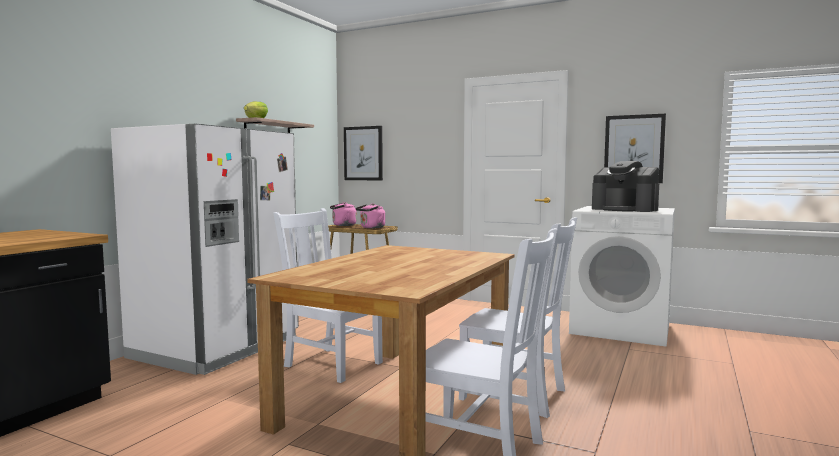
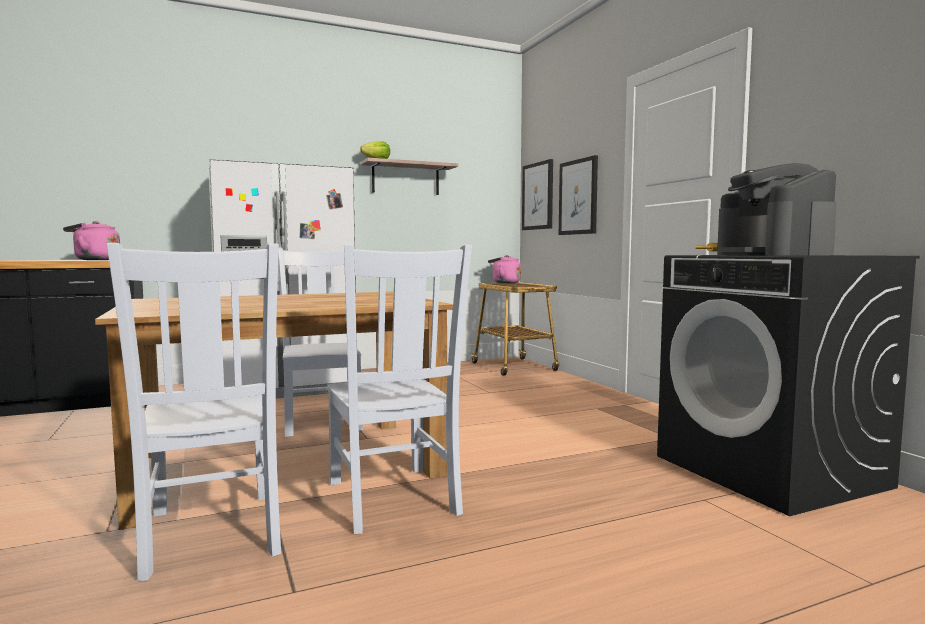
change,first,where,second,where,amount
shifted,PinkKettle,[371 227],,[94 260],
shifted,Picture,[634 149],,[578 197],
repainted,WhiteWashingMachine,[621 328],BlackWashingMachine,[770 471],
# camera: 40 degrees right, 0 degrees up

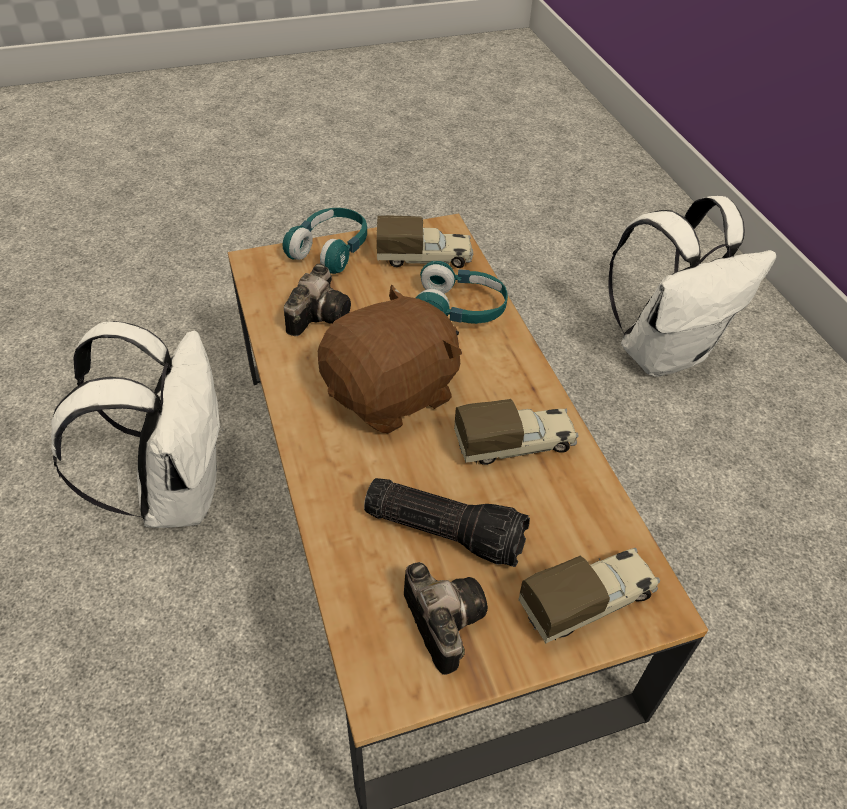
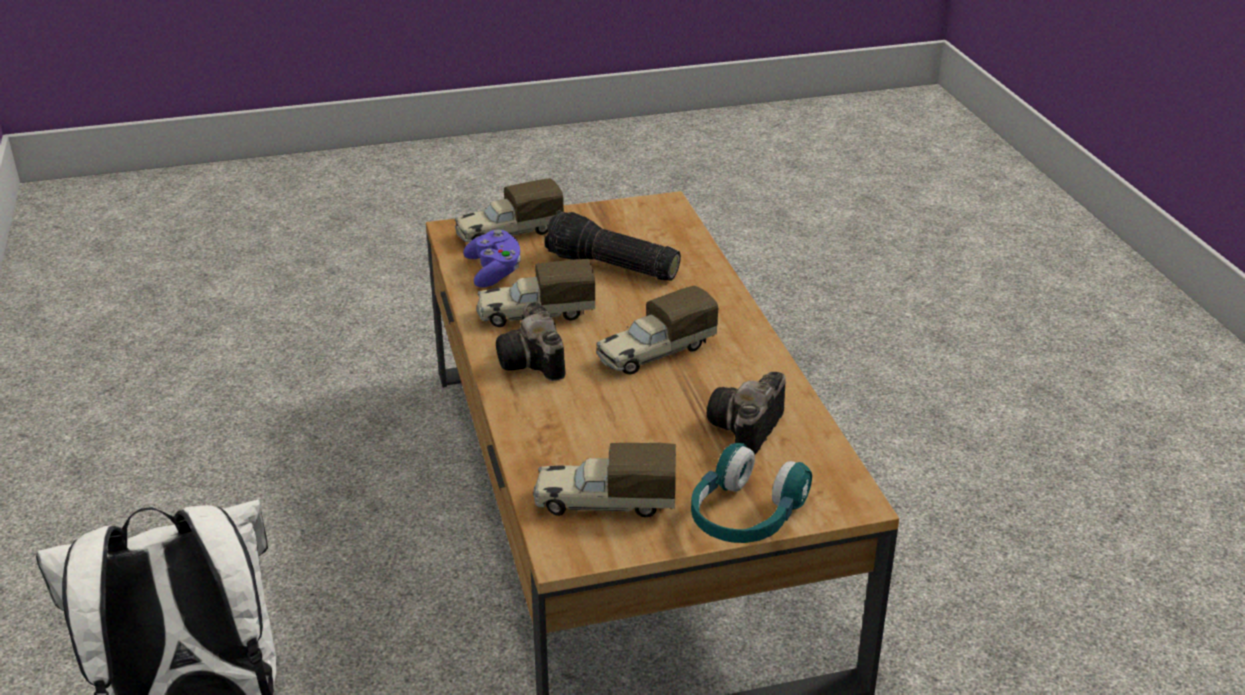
change,first,where,second,where,amount
new,,,PurpleGameController,[494 272],
shifted,PhotoCamera,[441 619],,[534 363],
swapped,BrownPlushToy,[392 394],ToyTruck,[654 353],
gone,WhiteBackpack,[177 490],,,
gone,TurquoiseHeadphones,[460 309],,,
# camera: 175 degrees left, 15 degrees down

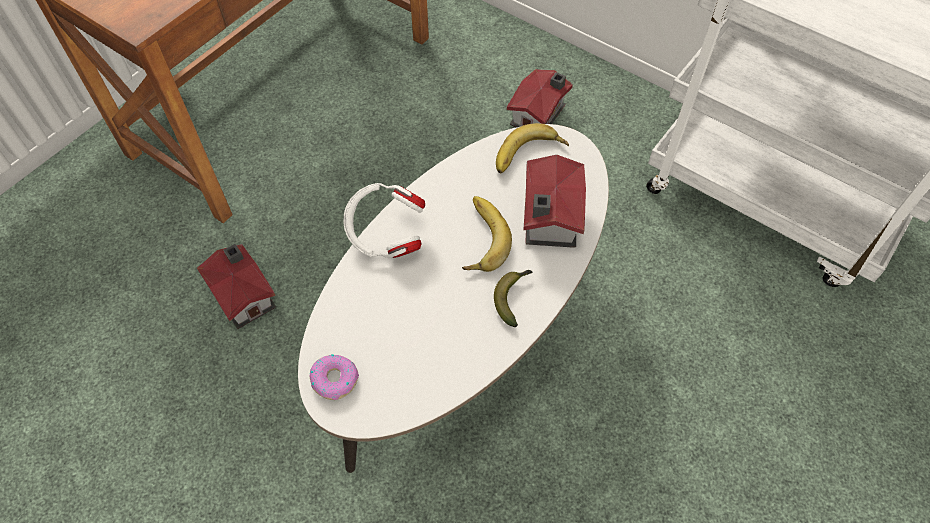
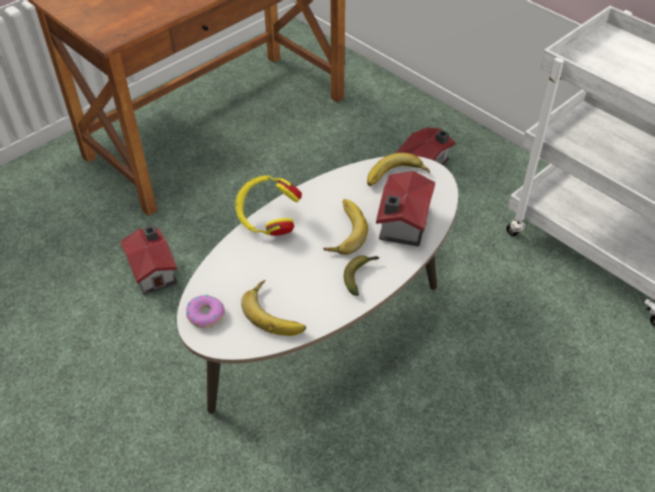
change,first,where,second,where,amount
repainted,WhiteHeadphones,[386 237],YellowHeadphones,[268 221],
new,,,Banana,[276 312],
# camera: 10 degrees right, 10 degrees down

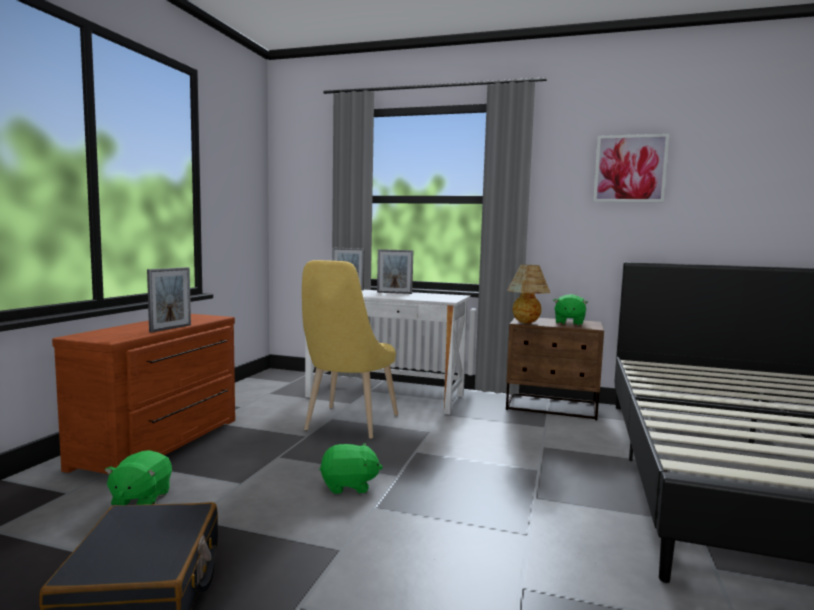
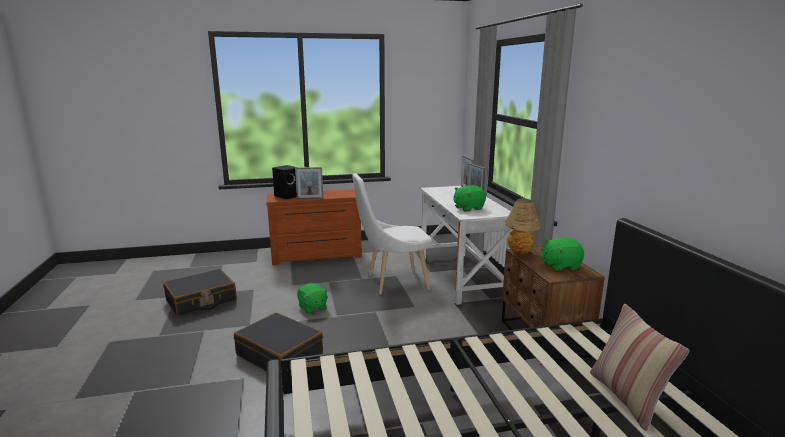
change,first,where,second,where,amount
new,,,BlackSuitcase,[280 354],
new,,,BlackSpeaker,[288 196],
repainted,YellowChair,[348 425],WhiteChair,[393 282],
shifted,GreenPlushToy,[140 498],,[468 208],
new,,,Pillow,[627 398],
gone,Picture,[630 169],,,
# camera: 60 degrees right, 10 degrees up

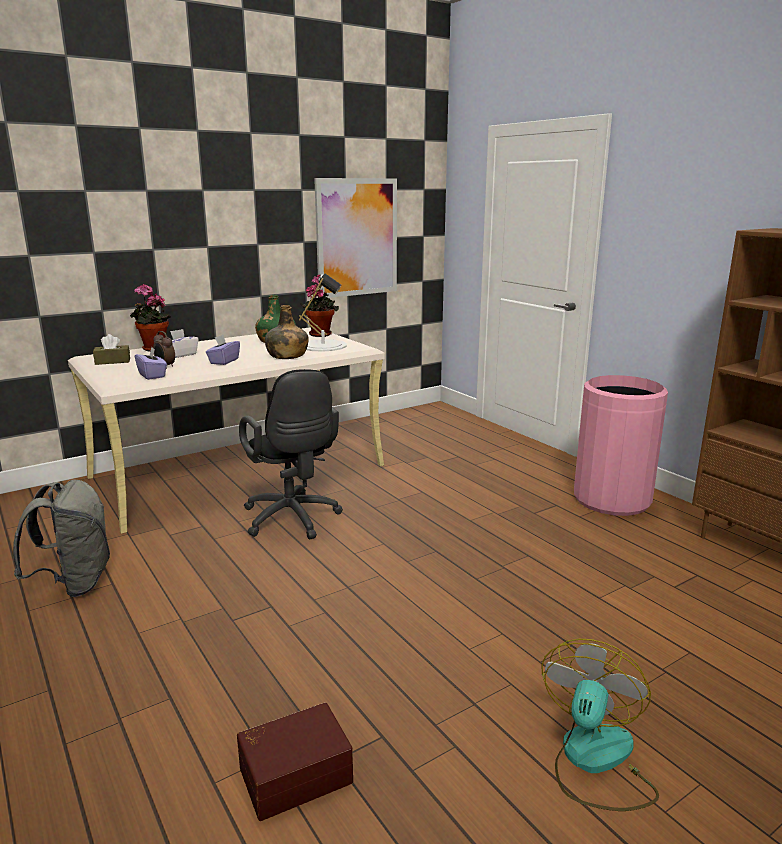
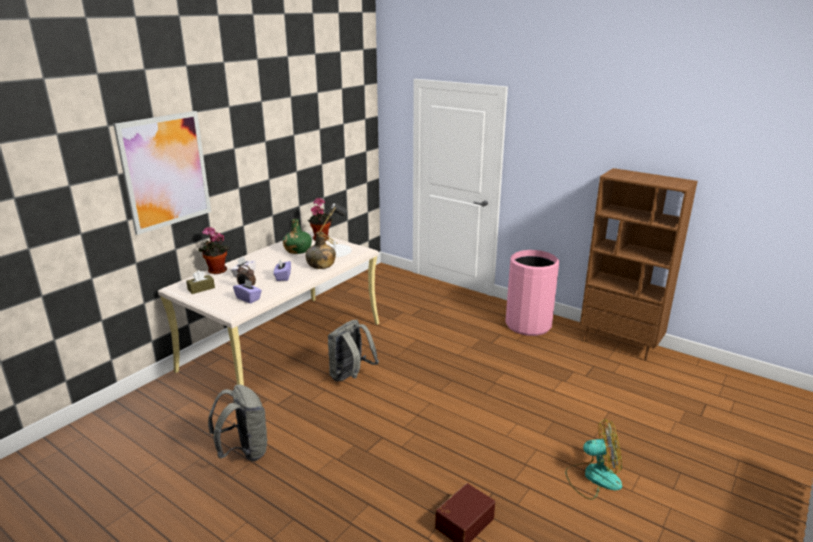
change,first,where,second,where,amount
shifted,Picture,[357 237],,[165 171],
swapped,BlackOfficeChair,[293 520],GreyBackpack,[350 376],
rotated,Fan,[594 761],,[593 477],90 degrees clockwise
# camera: 20 degrees left, 5 degrees up

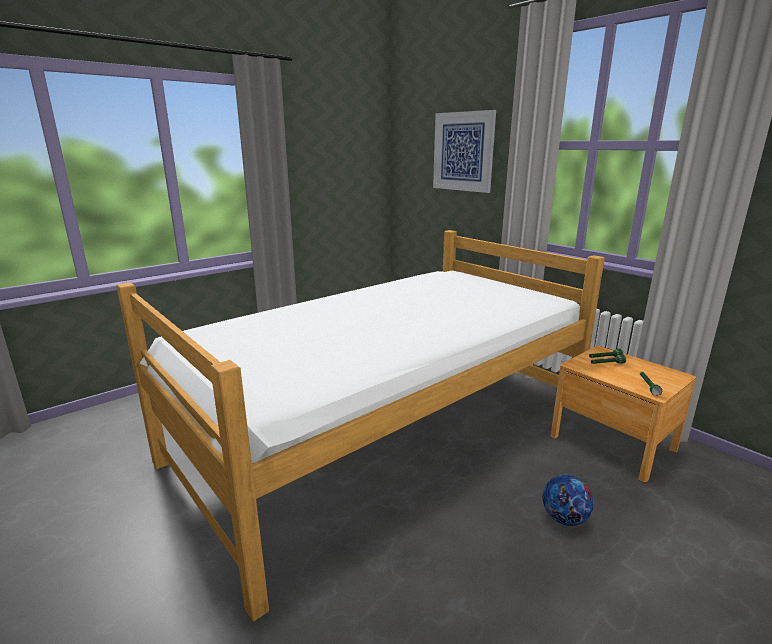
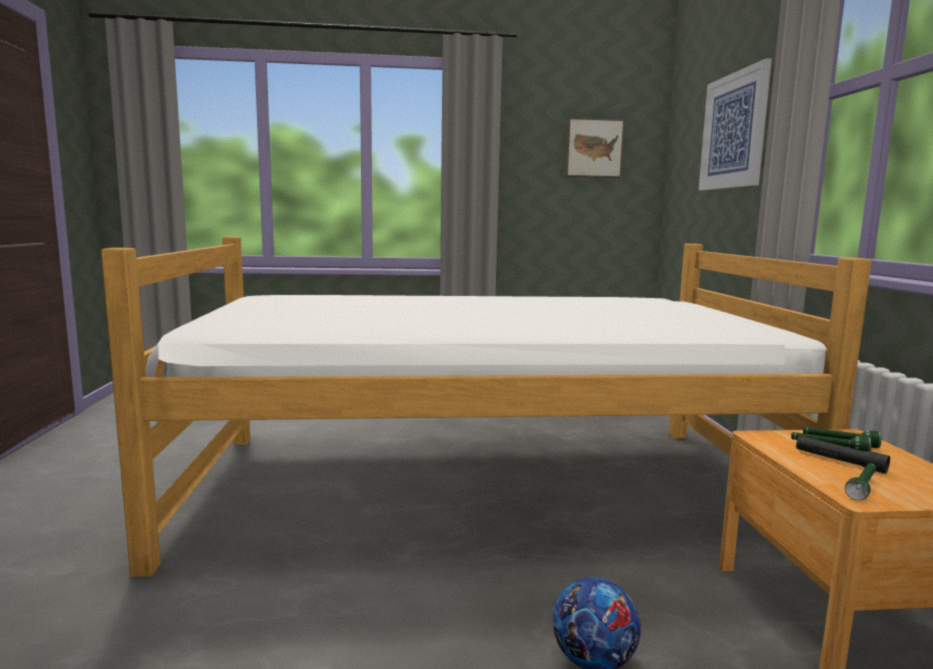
change,first,where,second,where,amount
new,,,Picture,[593 148],
new,,,BlackFlashlight,[839 461],
# camera: 35 degrees right, 10 degrees down

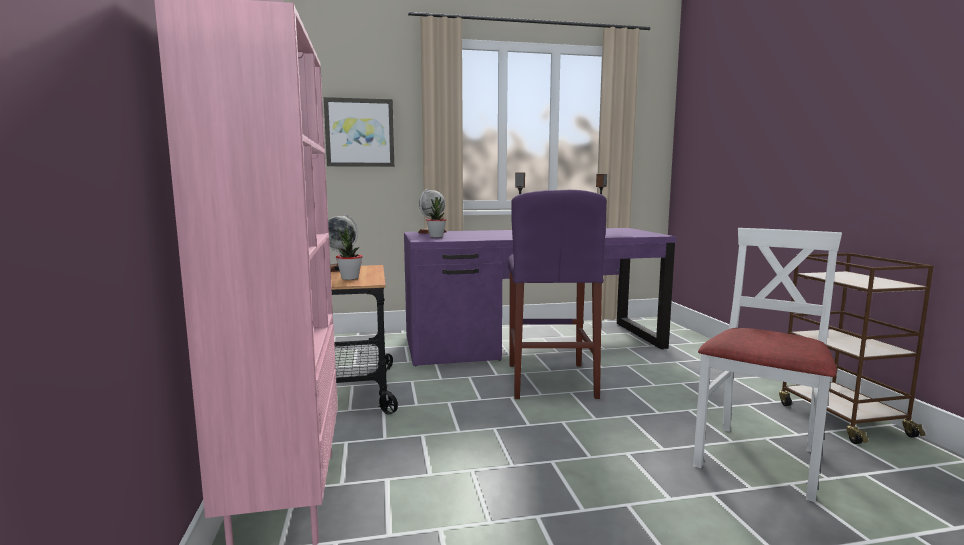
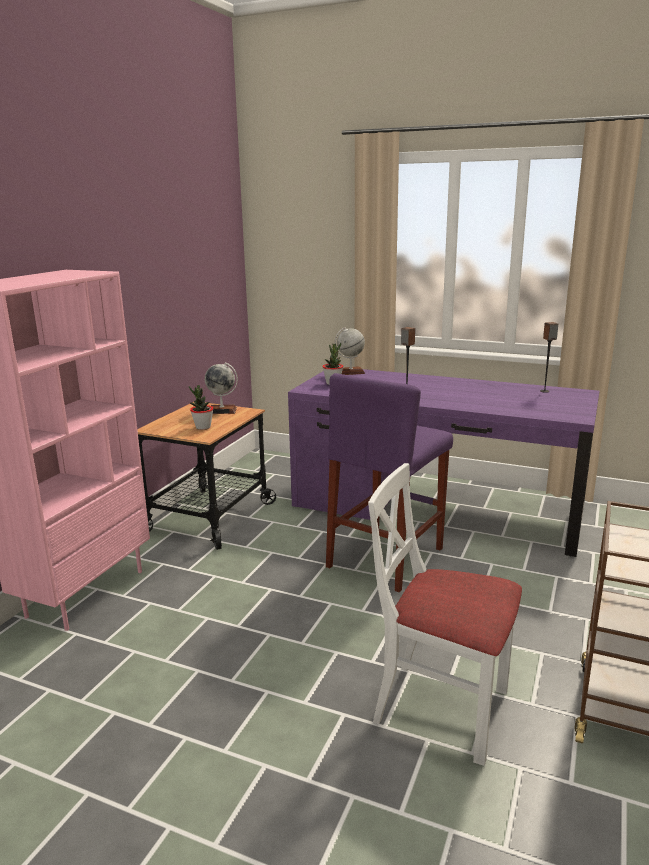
change,first,where,second,where,amount
rotated,WhiteChair,[759 459],,[441 708],135 degrees counterclockwise
gone,Picture,[359 133],,,
# camera: 35 degrees right, 10 degrees up

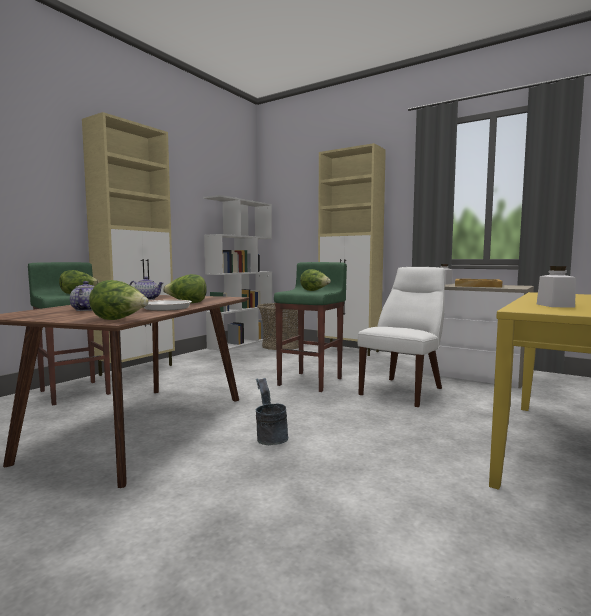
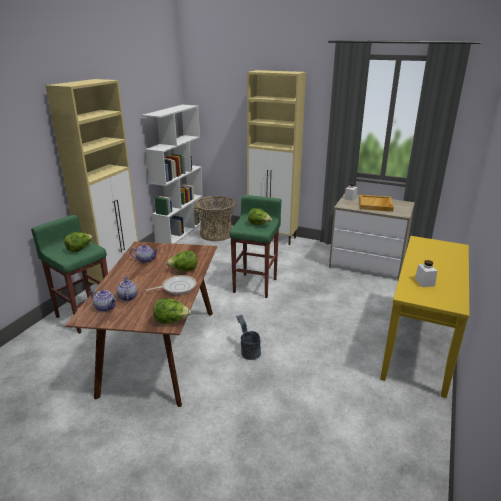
change,first,where,second,where,amount
new,,,Teapot,[105 307],
gone,WhiteChair,[404 390],,,
# camera: 10 degrees left, 20 degrees up

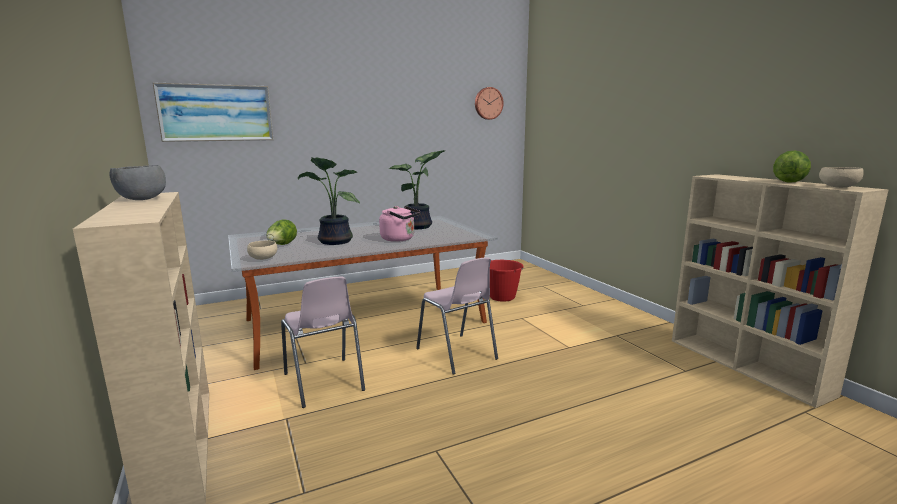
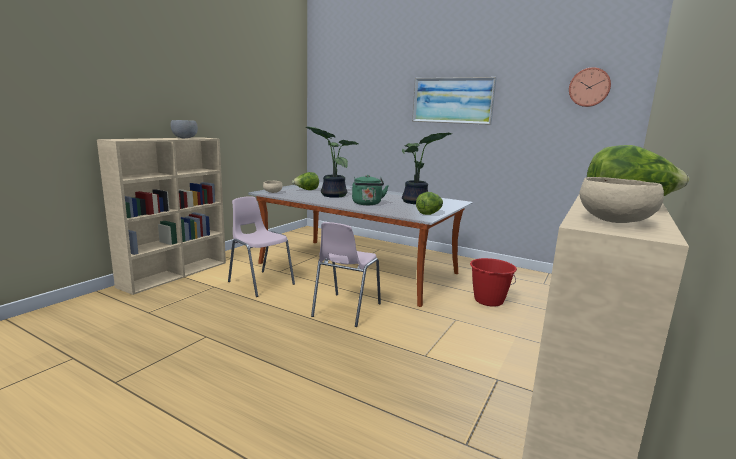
change,first,where,second,where,amount
rotated,PinkChair,[324 382],,[260 283],105 degrees clockwise
repainted,PinkKettle,[400 239],GreenKettle,[367 204],
shifted,Picture,[216 113],,[452 100],
new,,,Lettuce,[429 213],
# camera: 55 degrees right, 0 degrees up

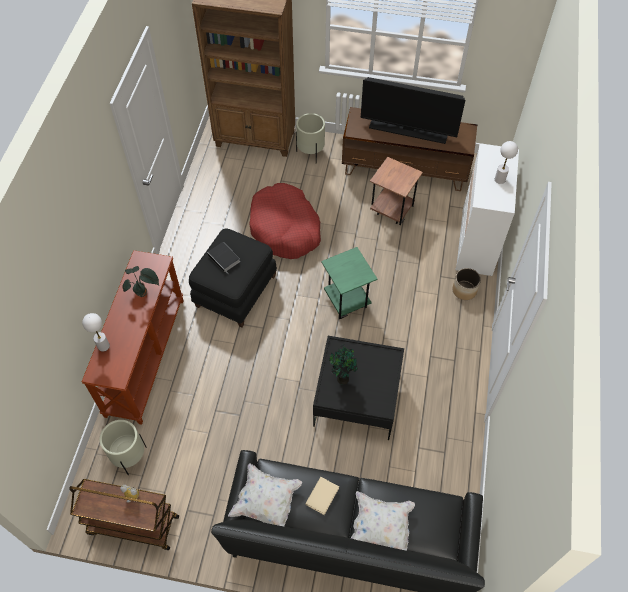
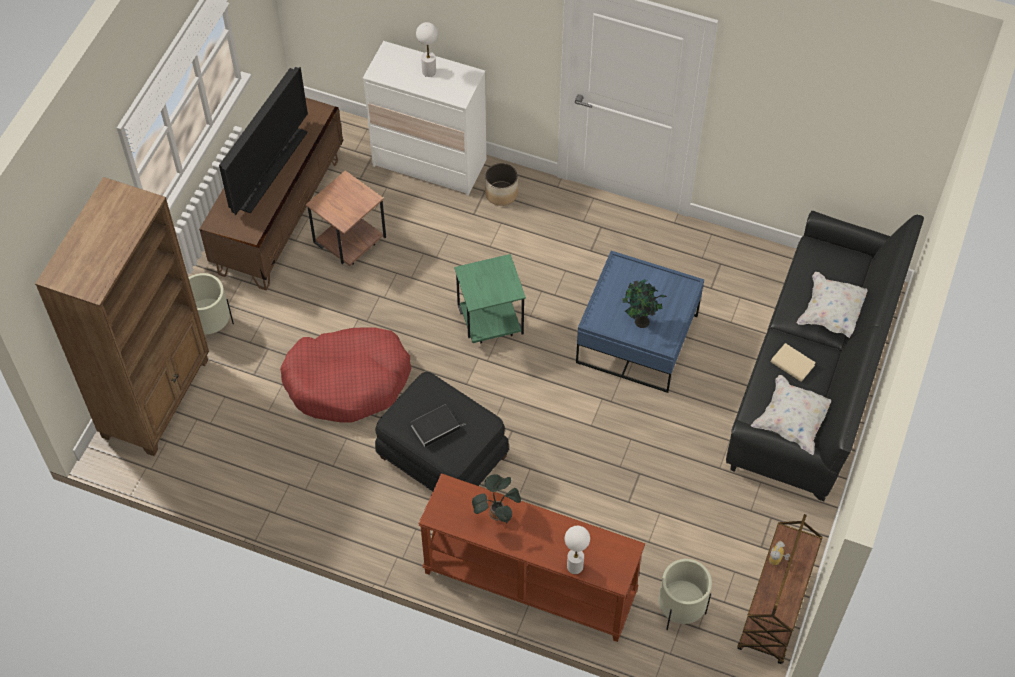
change,first,where,second,where,amount
repainted,BlackCoffeeTable,[357 399],BlueCoffeeTable,[637 339],
# camera: 80 degrees left, 0 degrees up

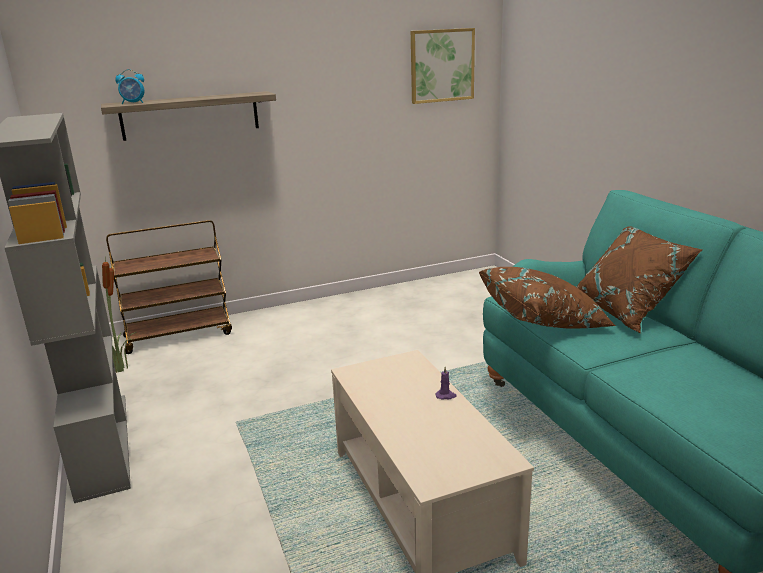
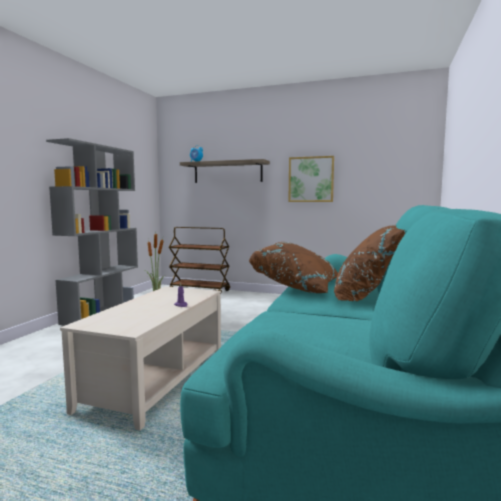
change,first,where,second,where,amount
shifted,Picture,[442 65],,[311 179],
# camera: 40 degrees right, 15 degrees down

